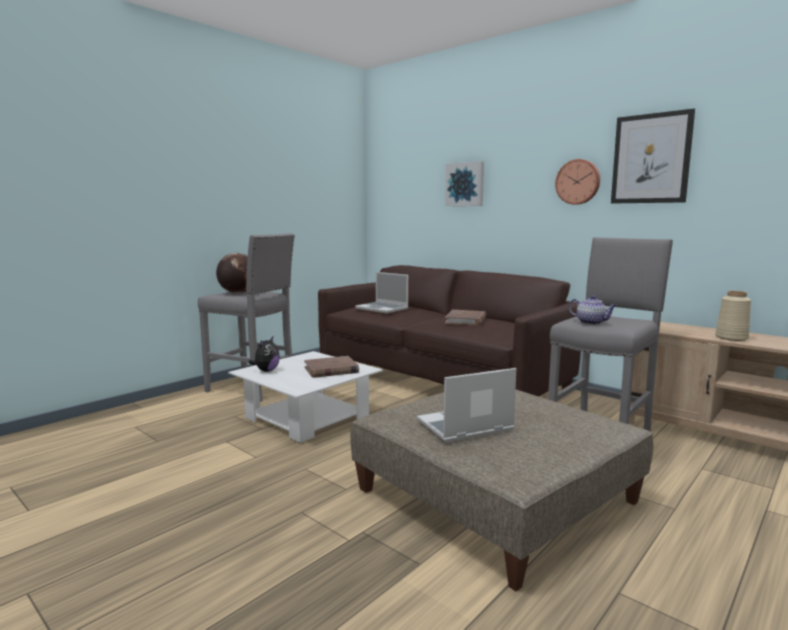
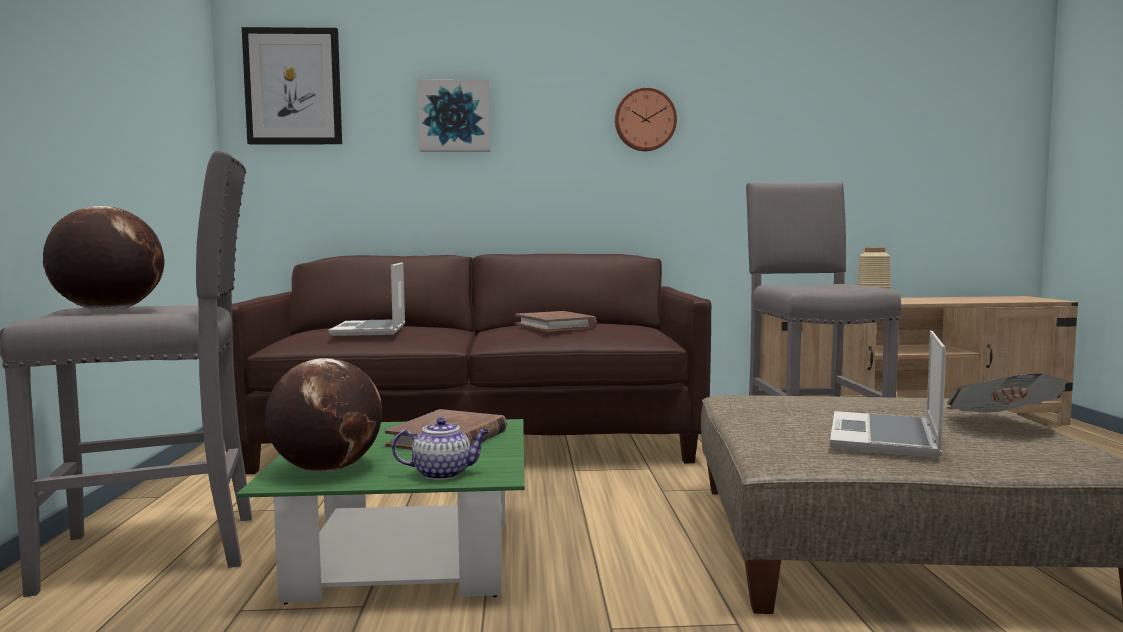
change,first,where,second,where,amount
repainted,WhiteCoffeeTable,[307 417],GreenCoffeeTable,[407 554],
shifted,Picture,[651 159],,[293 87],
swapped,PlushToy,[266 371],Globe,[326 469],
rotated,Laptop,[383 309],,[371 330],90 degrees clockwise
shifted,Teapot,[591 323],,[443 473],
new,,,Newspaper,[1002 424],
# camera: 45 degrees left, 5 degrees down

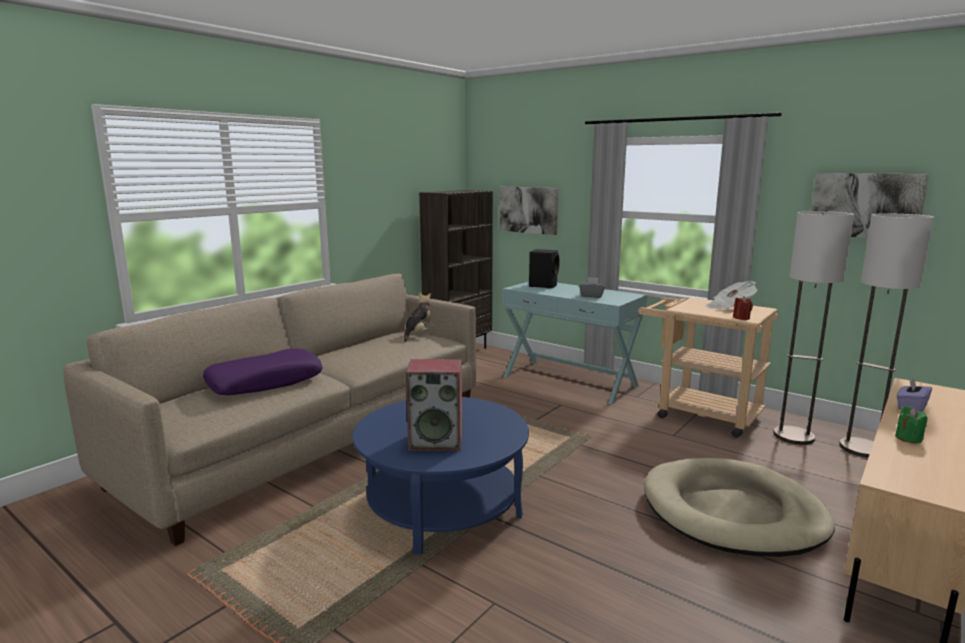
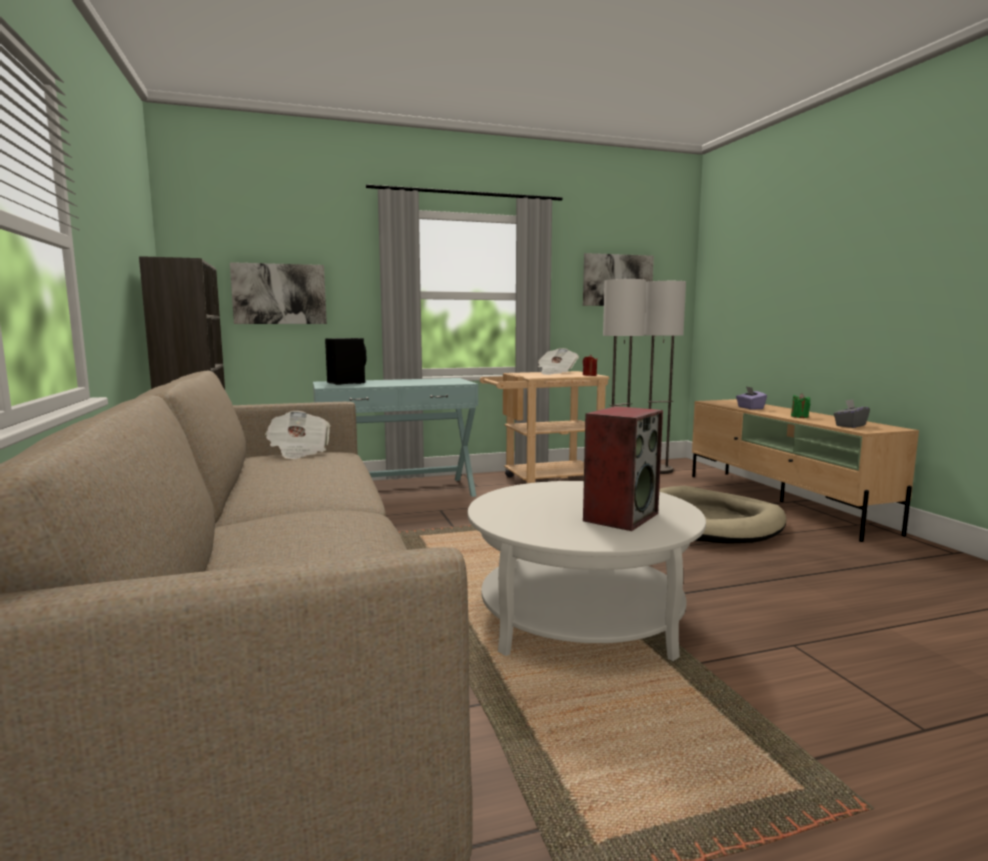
change,first,where,second,where,amount
swapped,PlushToy,[419 335],Newspaper,[299 452],
repainted,BlueCoffeeTable,[442 506],WhiteCoffeeTable,[580 618],
shifted,GreyTissueBox,[591 296],,[850 426],
gone,PurplePillow,[265 382],,,
# camera: 55 degrees left, 5 degrees down

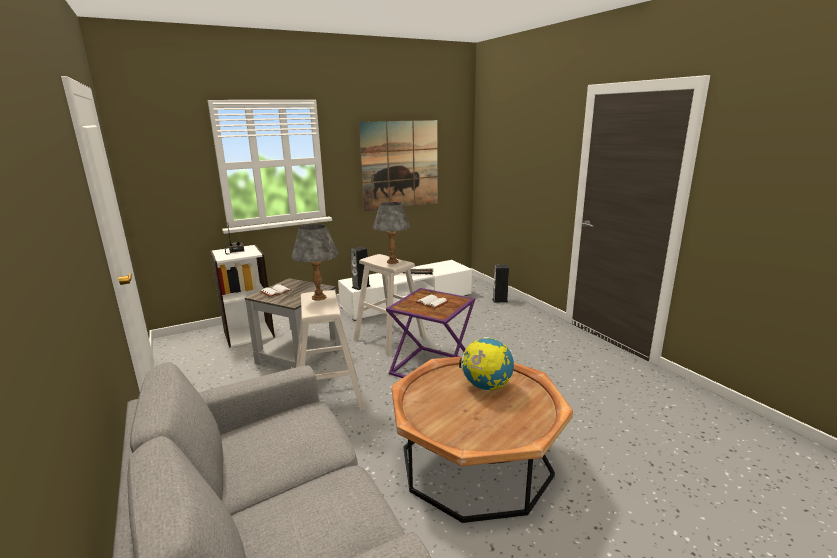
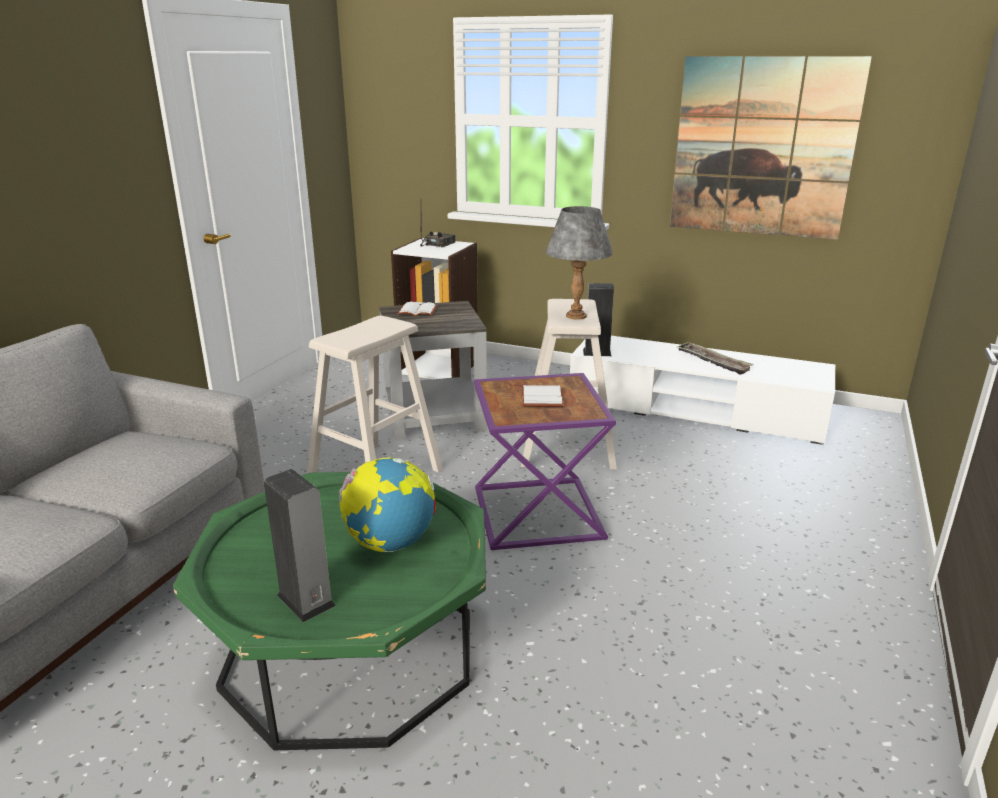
change,first,where,second,where,amount
repainted,BrownCoffeeTable,[475 462],GreenCoffeeTable,[351 650],
shifted,Speaker,[500 300],,[306 600],
gone,GreyTableLamp,[318 297],,,
# camera: 50 degrees right, 5 degrees up

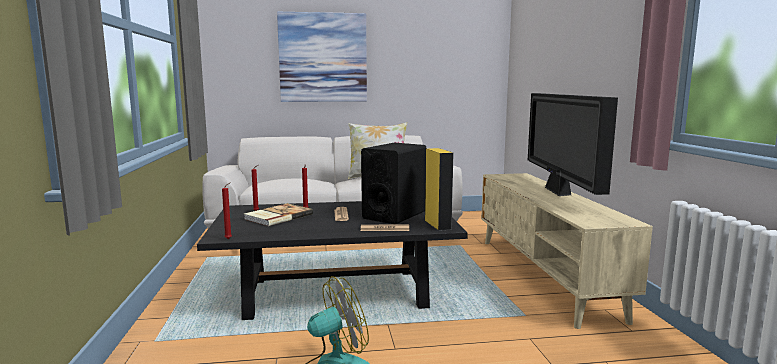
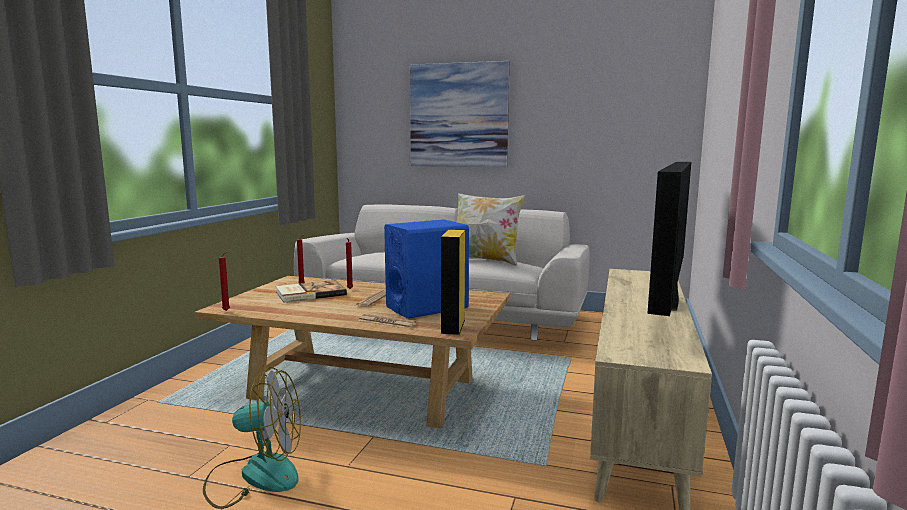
change,first,where,second,where,amount
repainted,BlackCoffeeTable,[336 293],BeigeCoffeeTable,[364 388],
repainted,BlackSpeaker,[394 215],BlueSpeaker,[427 307],
# camera: 25 degrees right, 0 degrees up

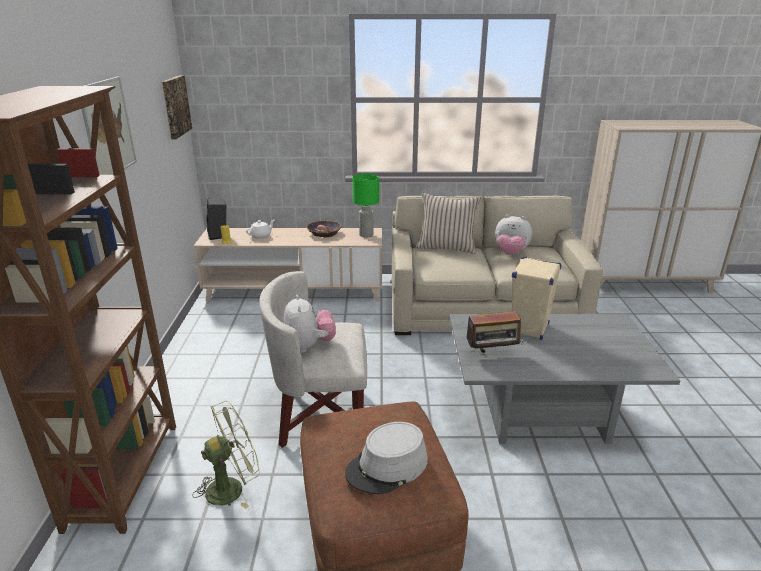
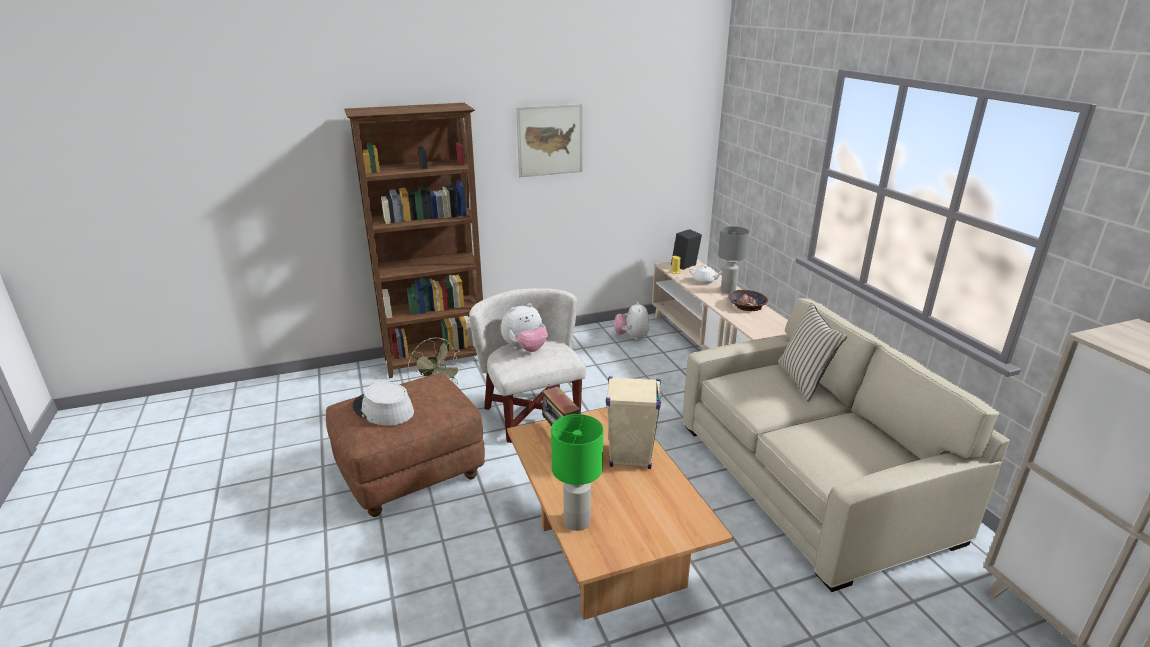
change,first,where,second,where,amount
repainted,GreyCoffeeTable,[542 415],BrownCoffeeTable,[605 555],
shifted,GreenTableLamp,[366 235],,[576 522],
shifted,PlushToy,[510 253],,[631 337],
new,,,GreyTableLamp,[728 291],
gone,Picture,[175 106],,,
# camera: 70 degrees right, 0 degrees up

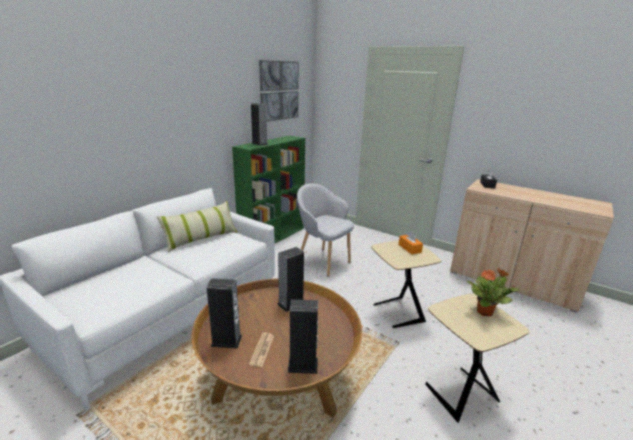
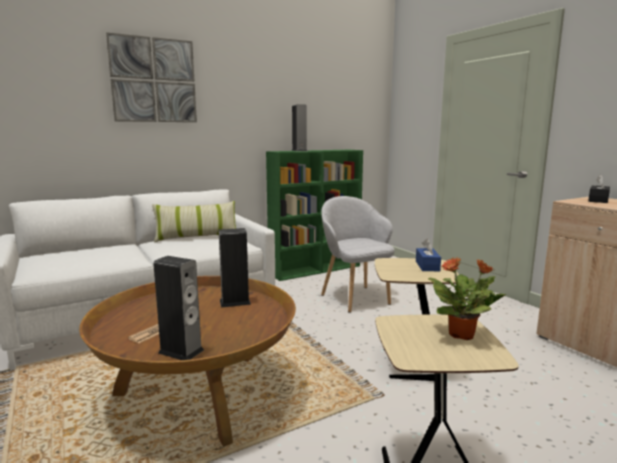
change,first,where,second,where,amount
shifted,Picture,[279 90],,[153 80],
repainted,OrangeTissueBox,[409 248],BlueTissueBox,[427 266],
gone,Speaker,[226 341],,,
# camera: 25 degrees right, 10 degrees down

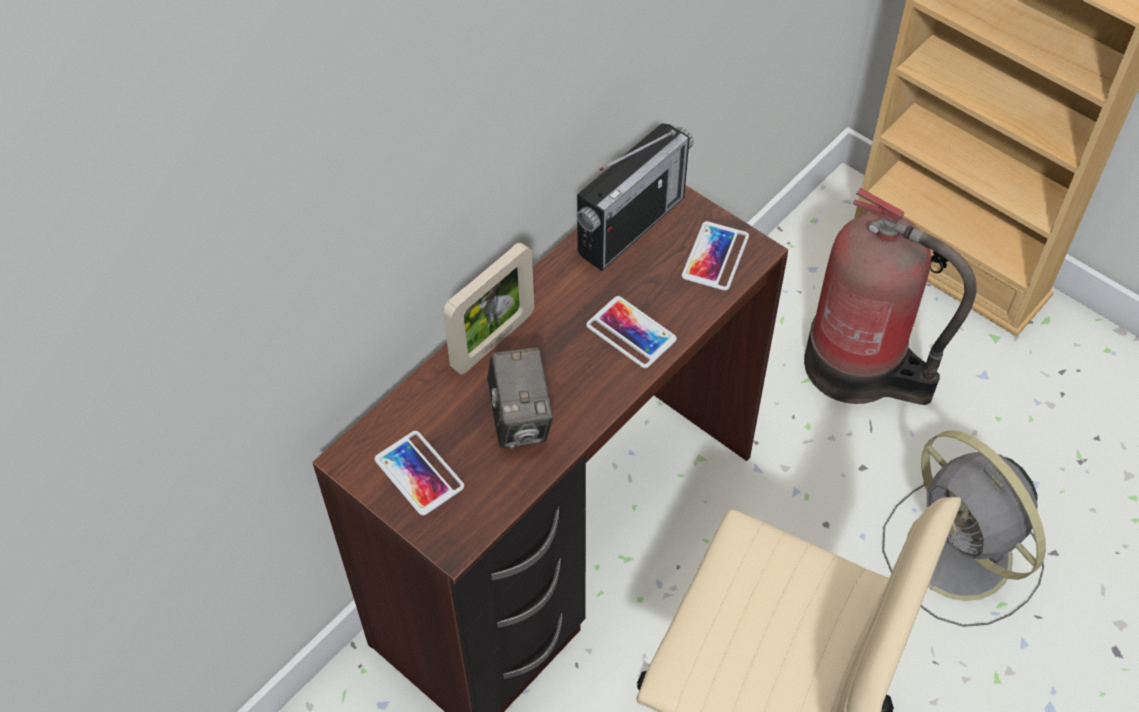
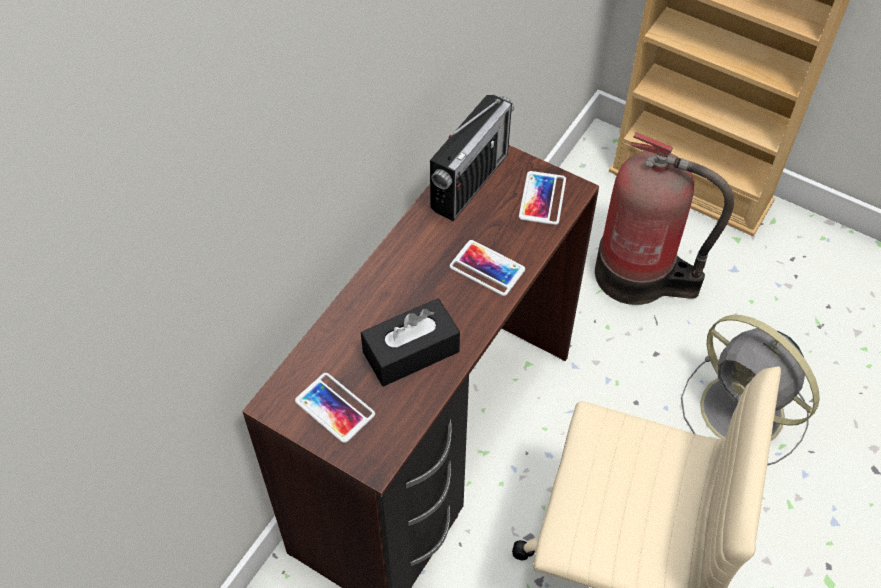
change,first,where,second,where,amount
swapped,PhotoCamera,[520 420],BlackTissueBox,[411 352],
gone,PictureFrame,[493 341],,,
# camera: 10 degrees left, 0 degrees up

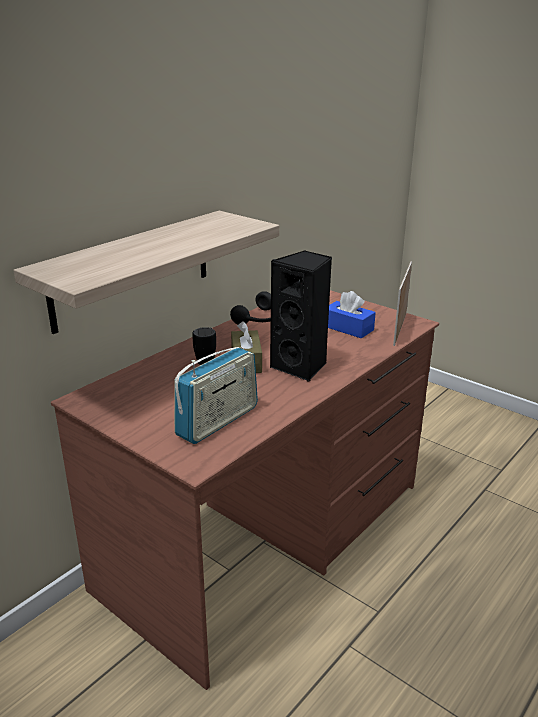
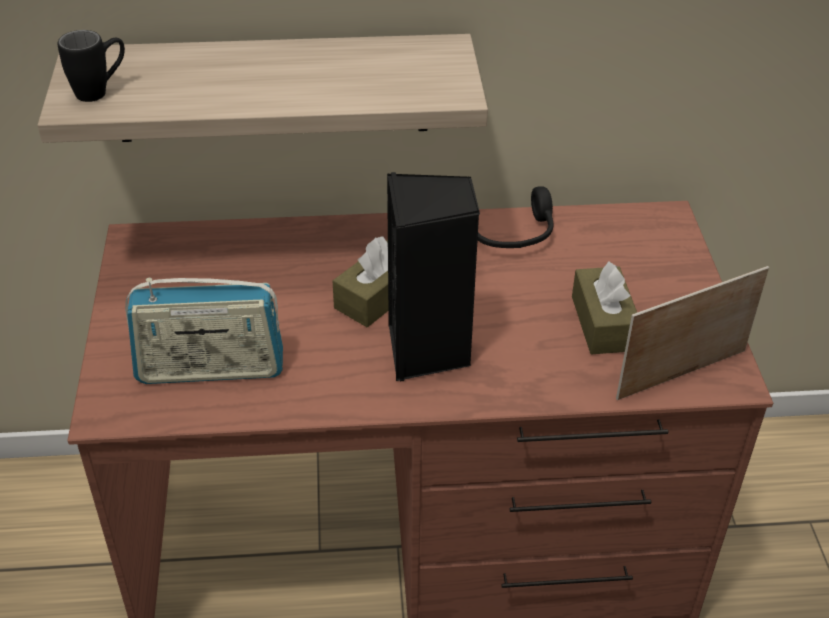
change,first,where,second,where,amount
shifted,BlackMug,[207 359],,[100 91],
repainted,BlueTissueBox,[348 328],BrownTissueBox,[603 323],
# camera: 45 degrees right, 15 degrees up

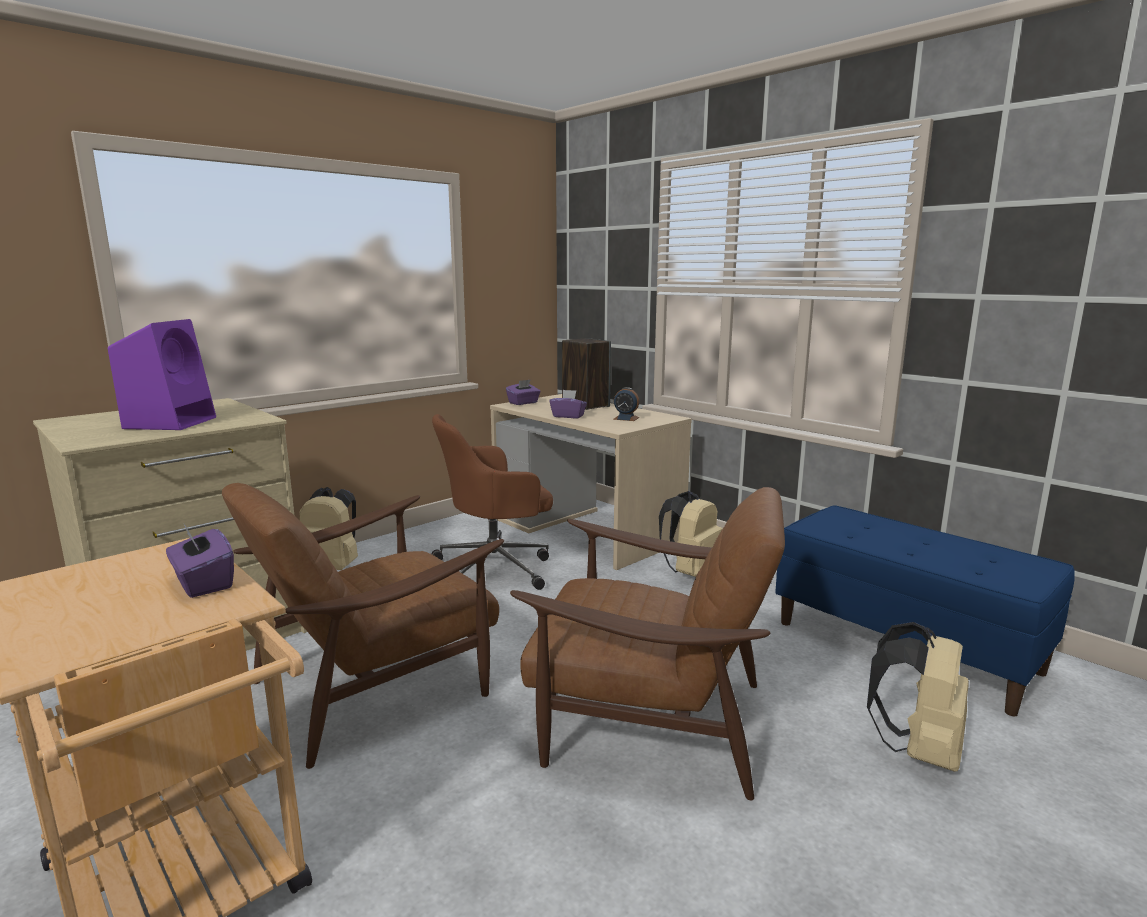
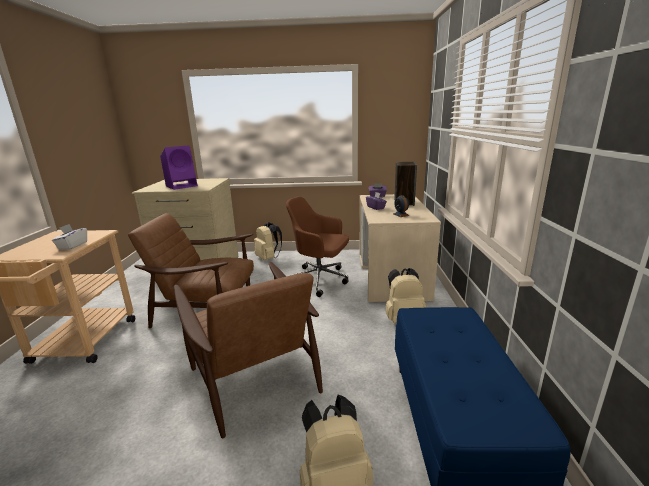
change,first,where,second,where,amount
repainted,PurpleTissueBox,[203 583],WhiteTissueBox,[72 246],
# camera: 45 degrees right, 5 degrees up

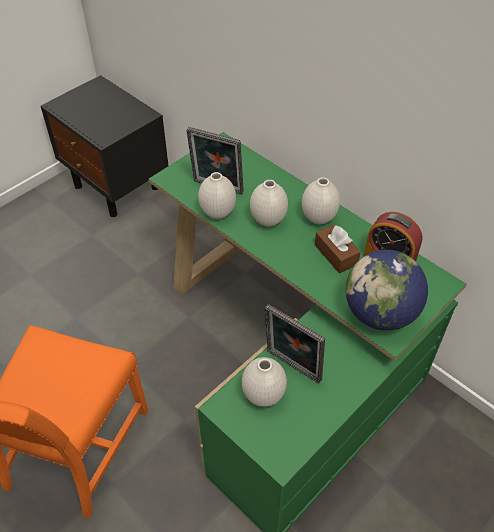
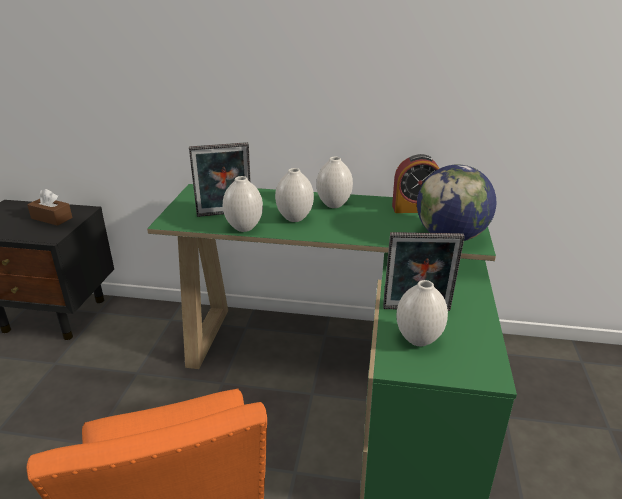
change,first,where,second,where,amount
shifted,BrownTissueBox,[336 254],,[52 218],
# camera: 35 degrees left, 20 degrees down

